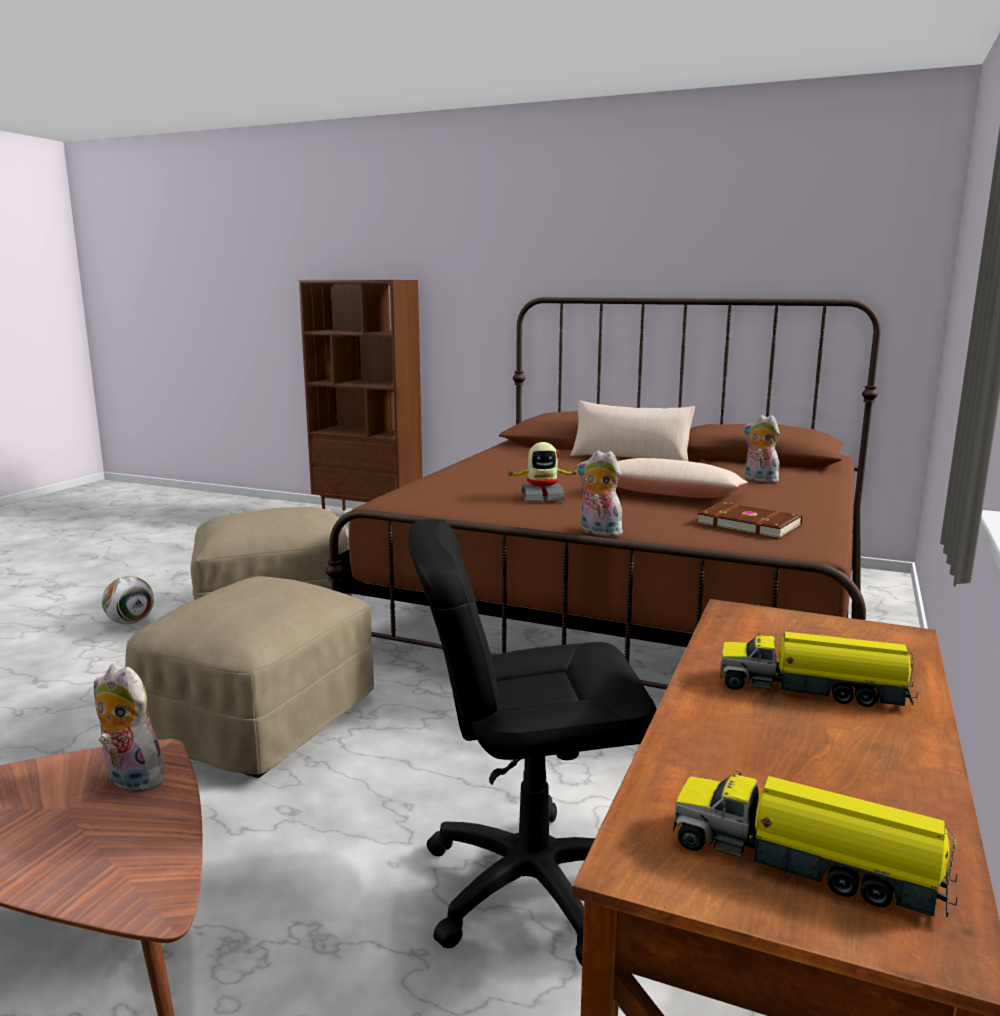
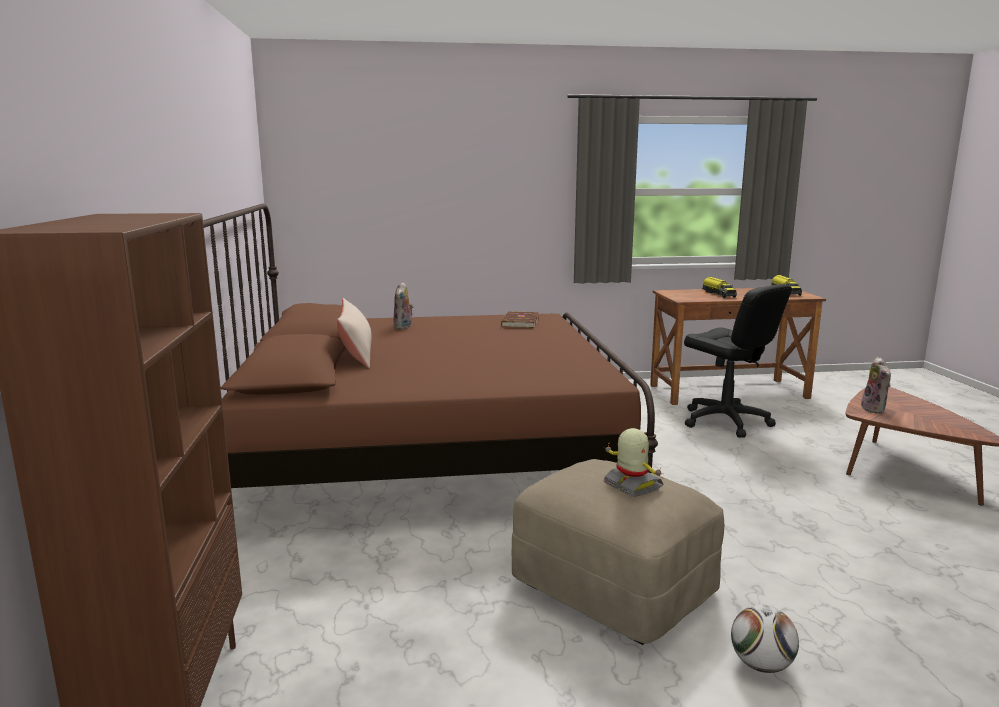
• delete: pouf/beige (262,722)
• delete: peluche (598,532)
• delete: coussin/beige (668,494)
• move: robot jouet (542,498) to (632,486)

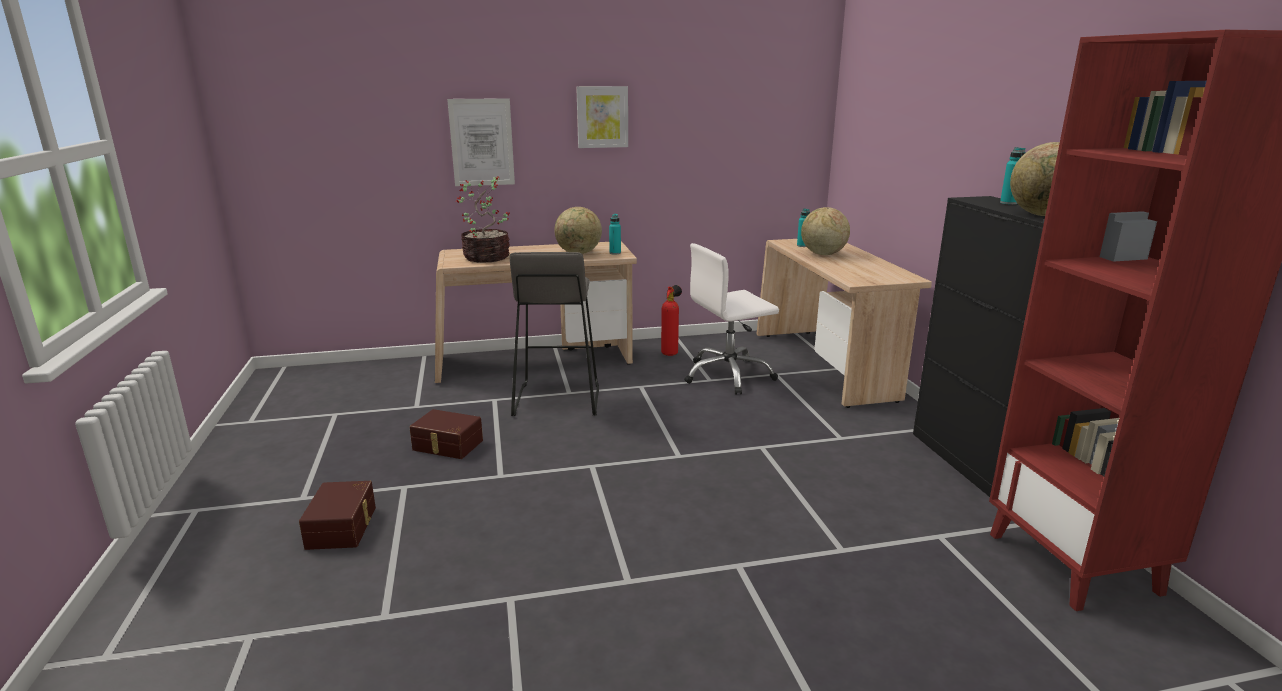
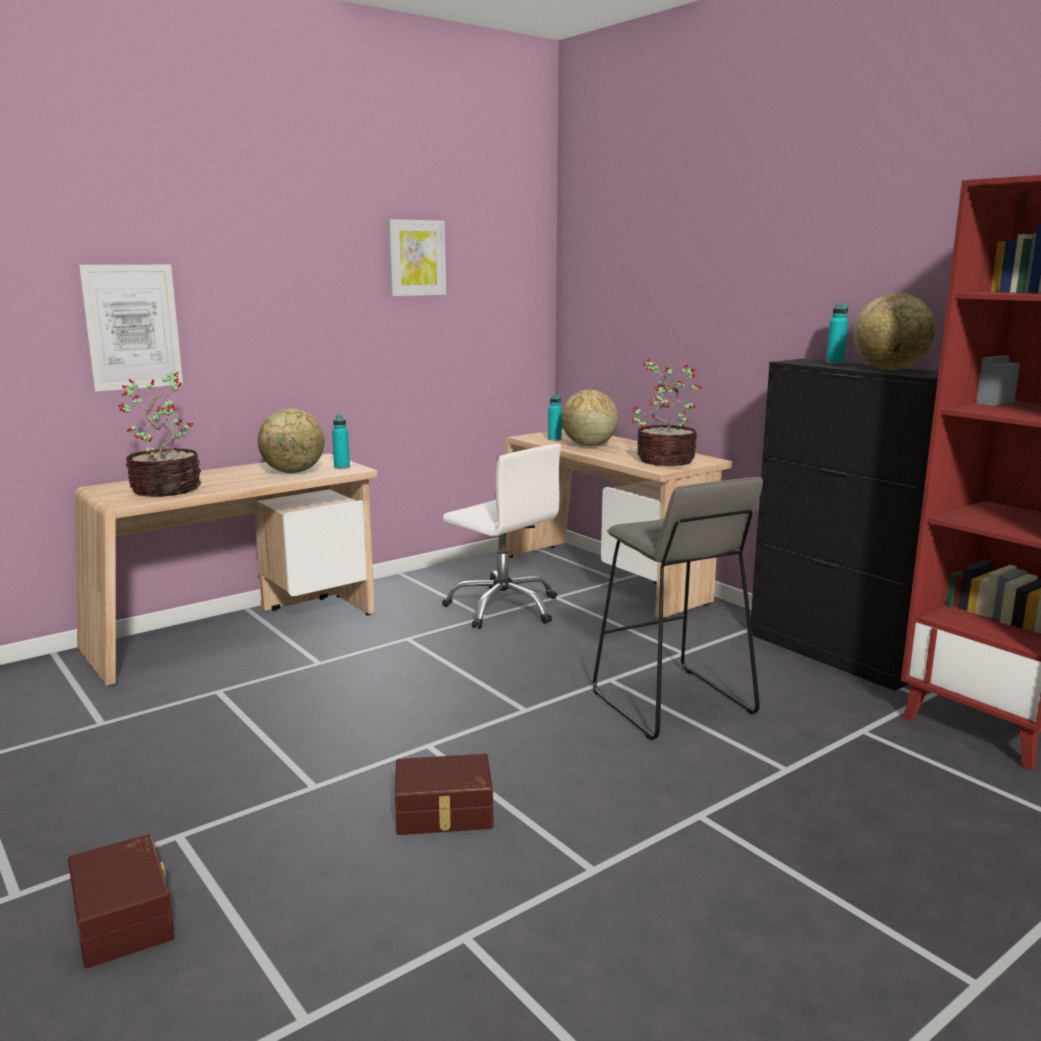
• delete: extincteur (670,353)
• insert: plante en pot (663,461)
• move: boîte de rangement/marron (447,446) to (444,813)
• move: tabouret/gris (556,400) to (671,703)
• move: tableau (602,117) to (416,258)
• rotate: chaise de bureau/blanc (728,375) = (503,608) 90 degrees counterclockwise

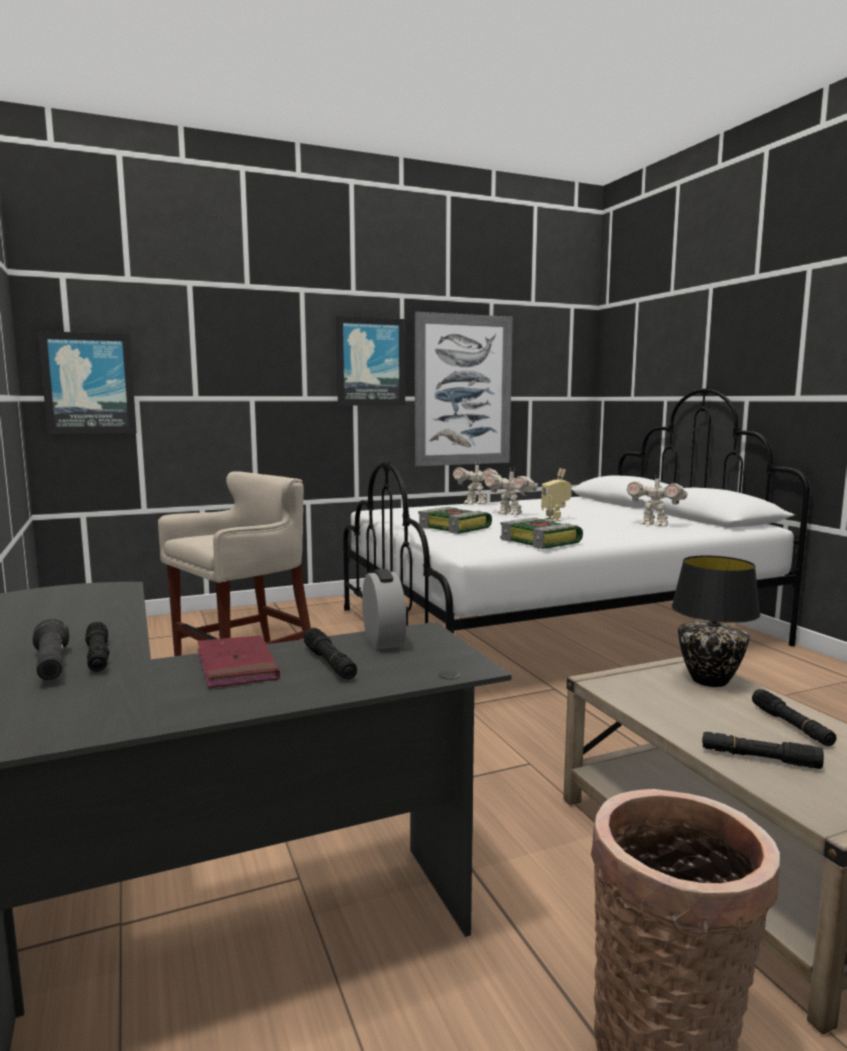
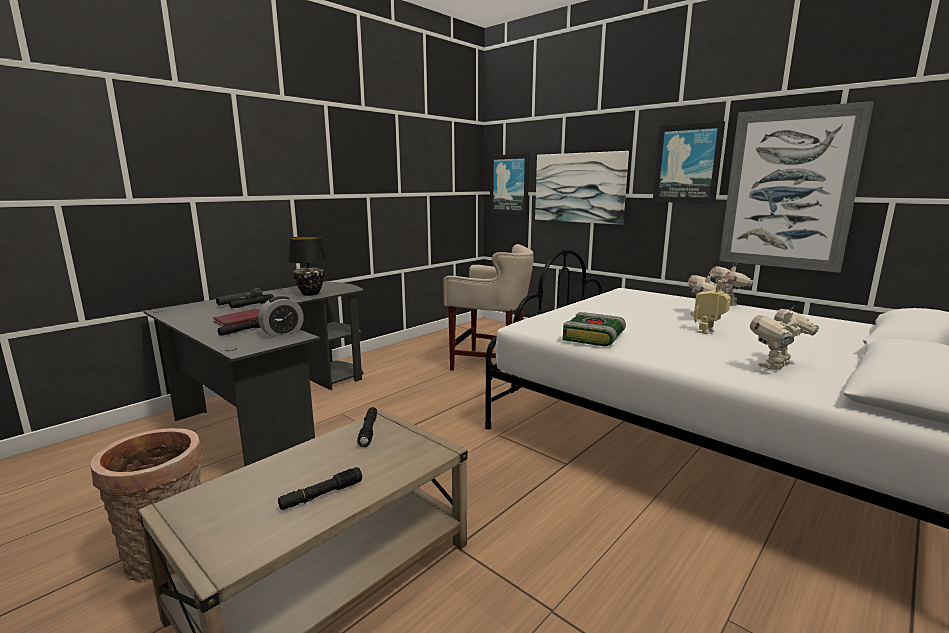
• delete: livre (455,528)
• insert: tableau (579,188)
• move: lampe de table/noir (710,680) to (310,294)
• move: lampe de poche/noir (759,758) to (368,431)
• rotate: robot jouet (654,525) = (776,367) 45 degrees clockwise

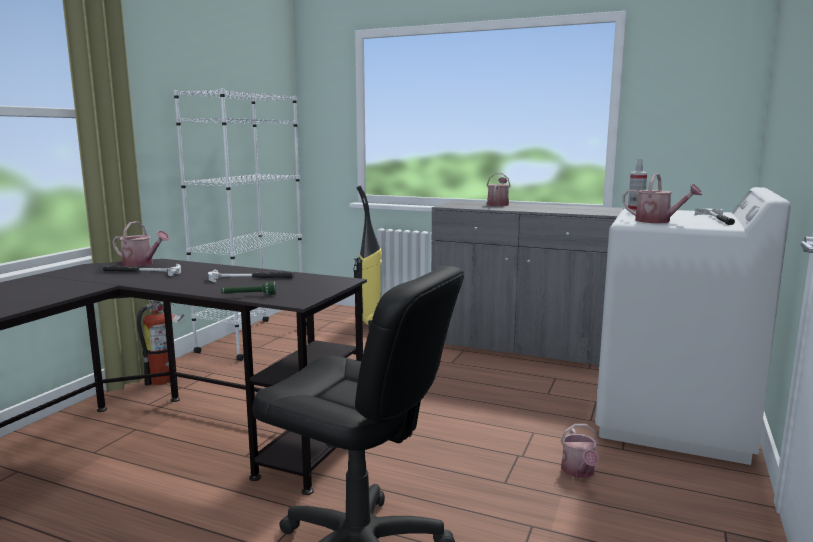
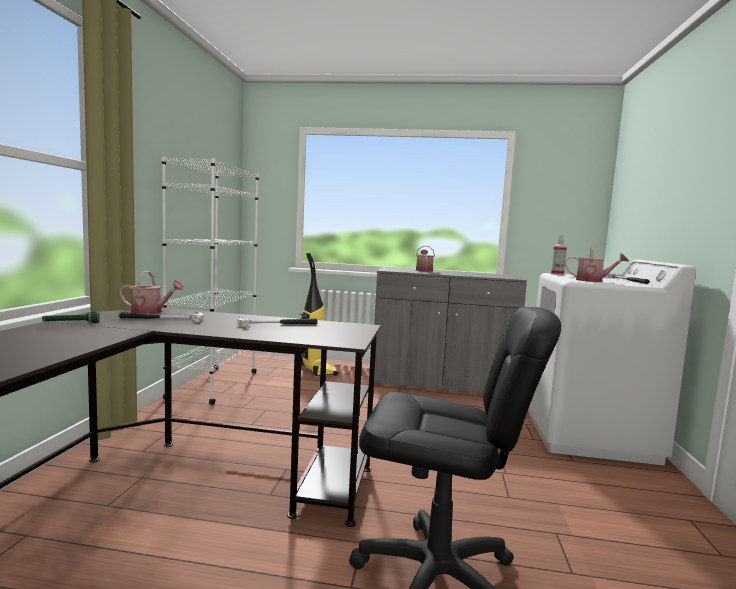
• delete: extincteur (166,379)
• delete: arrosoir (579,472)
• move: lampe de poche/vert (249,295) to (71,323)

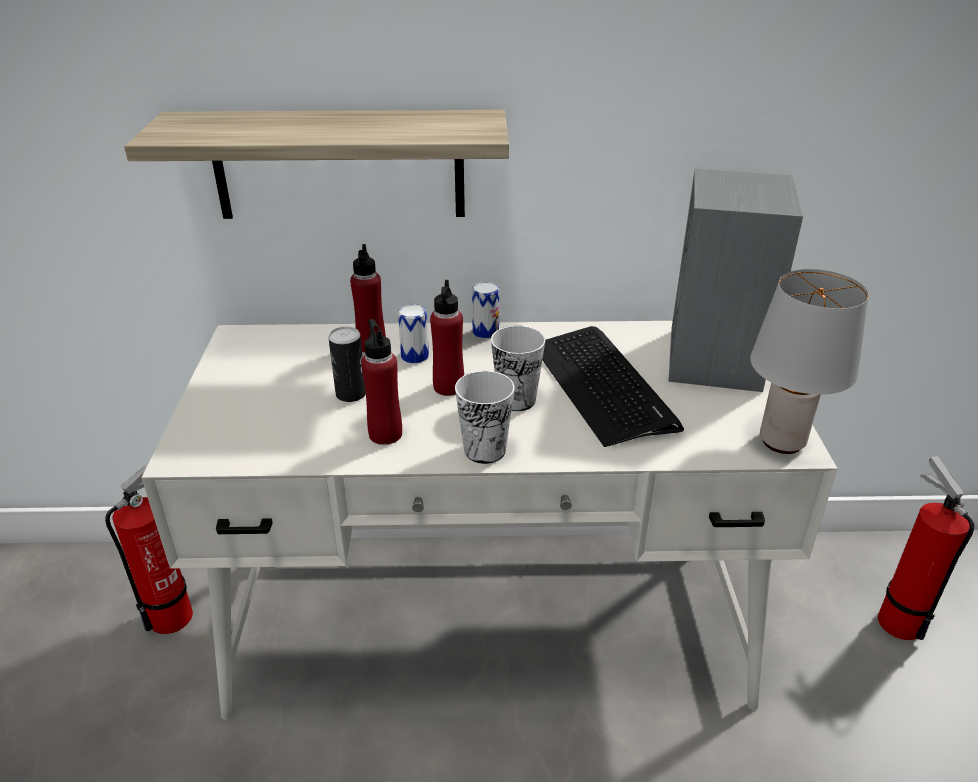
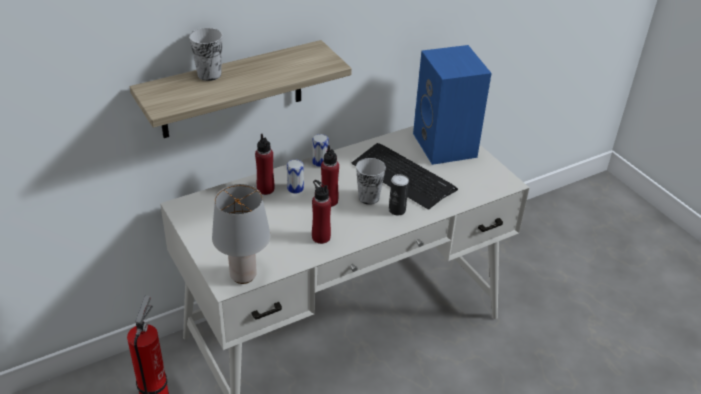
• delete: extincteur (896,618)
• move: boîte métallique (351,394) to (397,210)
• move: tasse (485,450) to (209,74)
• move: lampe de table/gris (781,441) to (243,275)
• recolor: enceinte/gris (717,361) to enceinte/bleu (446,146)

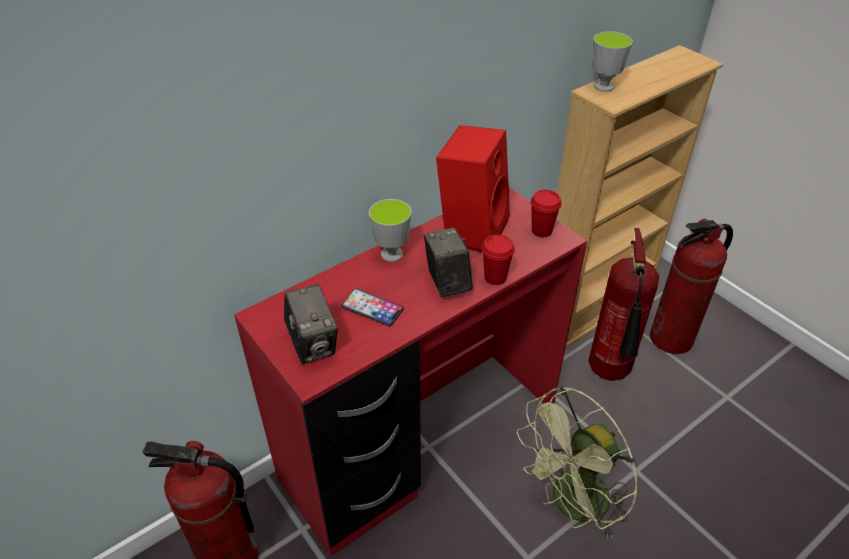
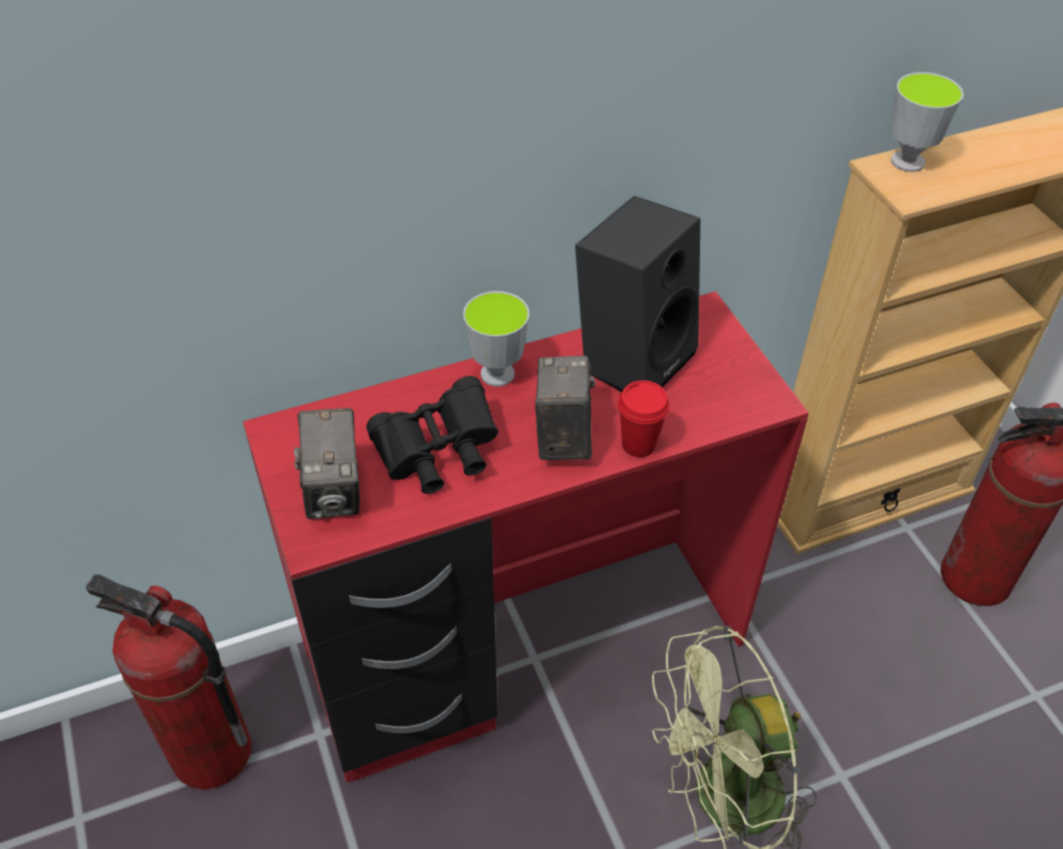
• delete: tasse/rouge (541,231)
• delete: extincteur (610,374)
• replace: téléphone (372,308) to jumelles/noir (437,454)
• recolor: enceinte/rouge (471,229) to enceinte/noir (632,357)

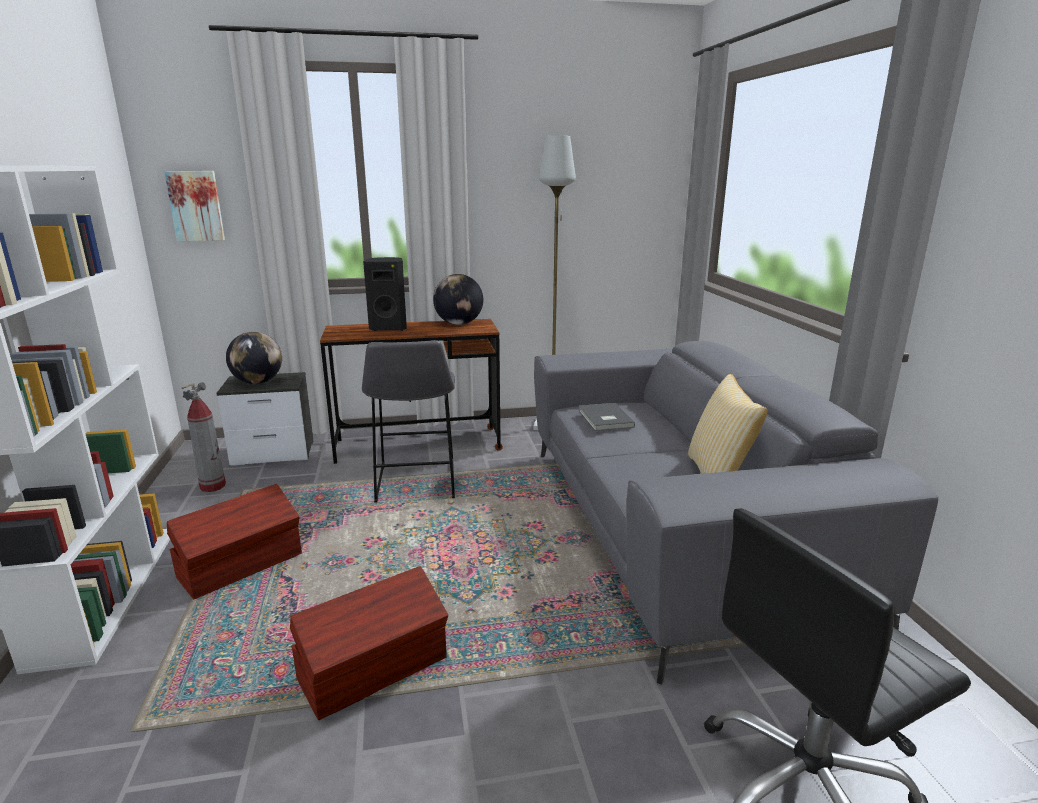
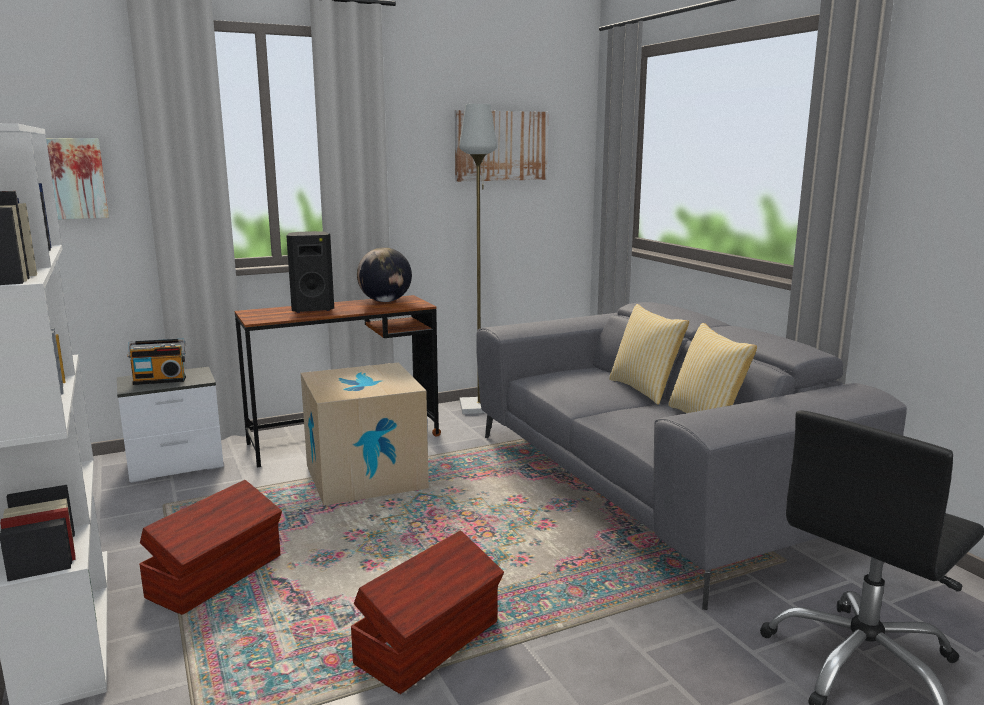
• delete: extincteur (213,486)
• delete: livre/gris (604,419)
• insert: tableau (501,146)
• insert: coussin (645,390)
• replace: globe (258,382) to radio (160,380)
• replace: tabouret/gris (415,484) to carton (365,477)

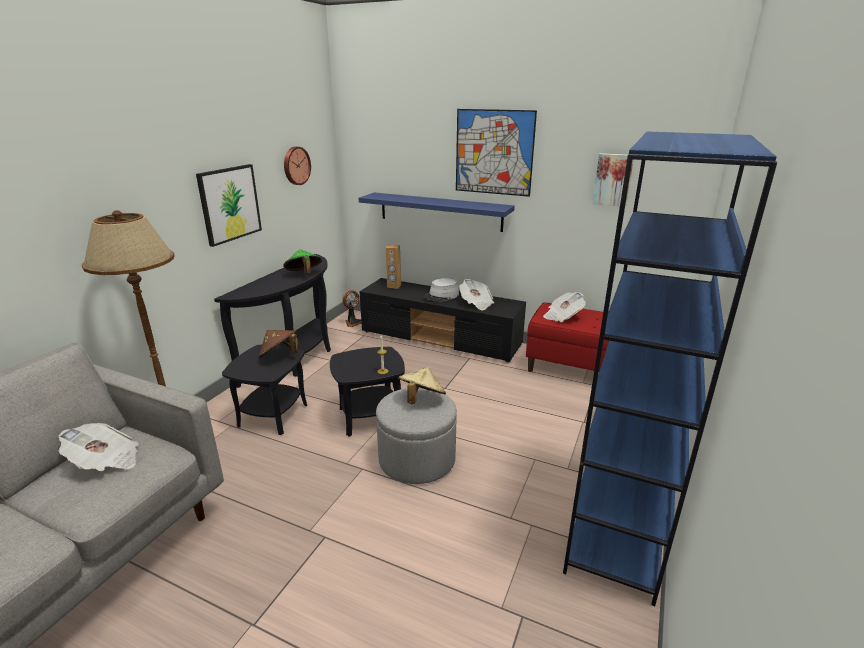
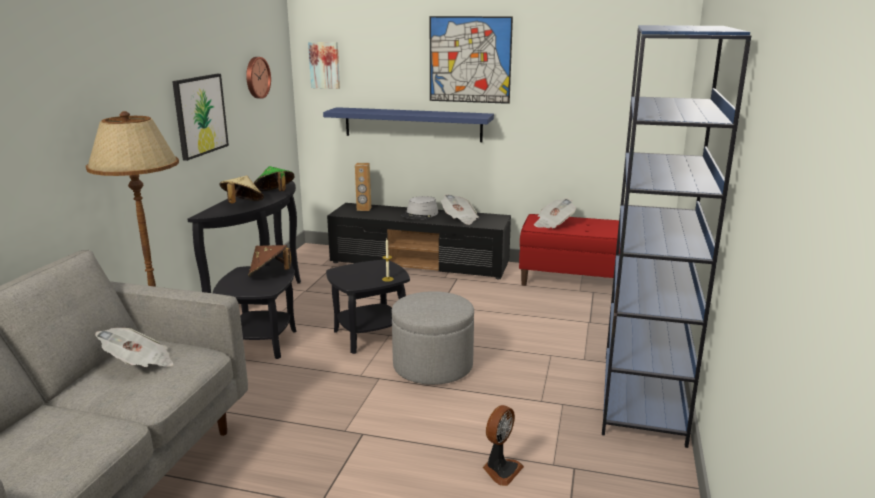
• move: ventilateur (353,322) to (500,470)
• move: chapeau/beige (421,399) to (242,204)
• move: tableau (613,179) to (325,65)

